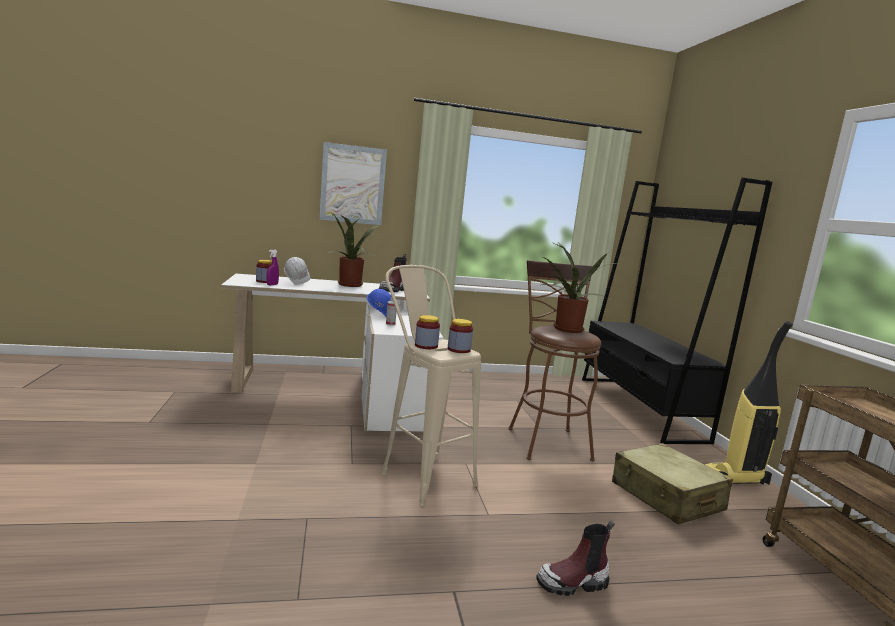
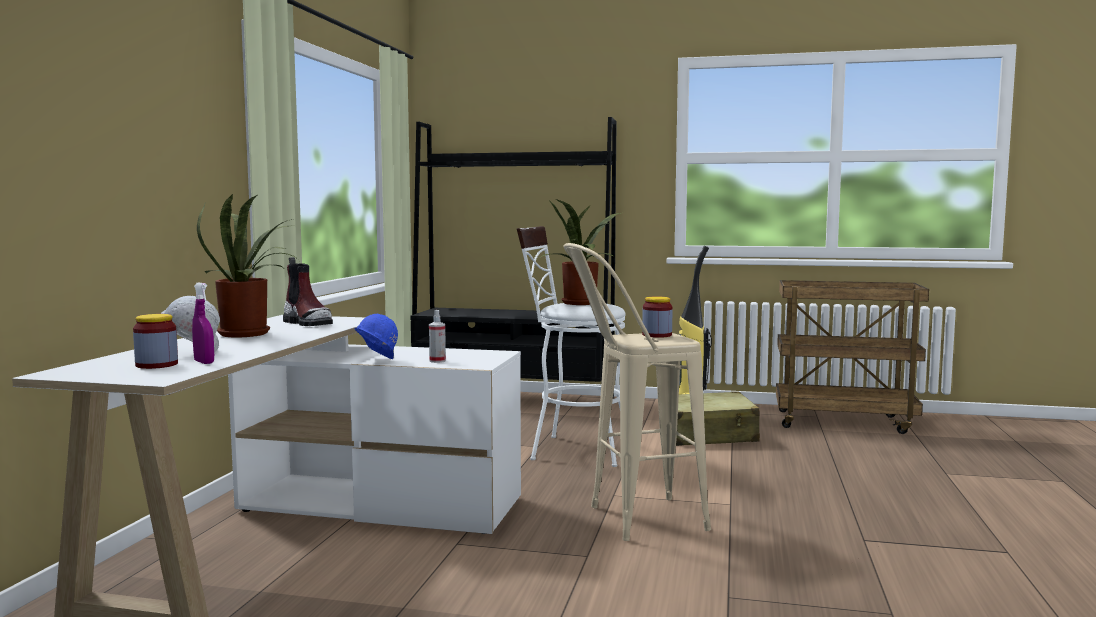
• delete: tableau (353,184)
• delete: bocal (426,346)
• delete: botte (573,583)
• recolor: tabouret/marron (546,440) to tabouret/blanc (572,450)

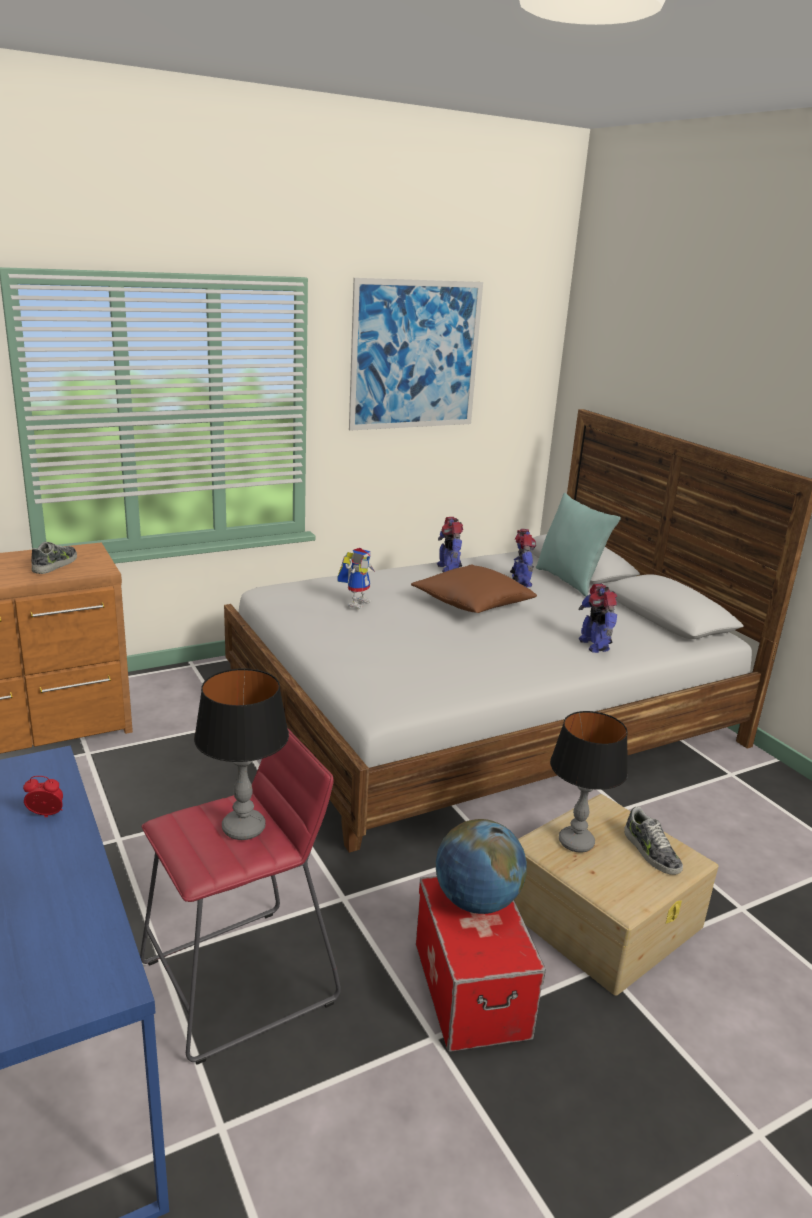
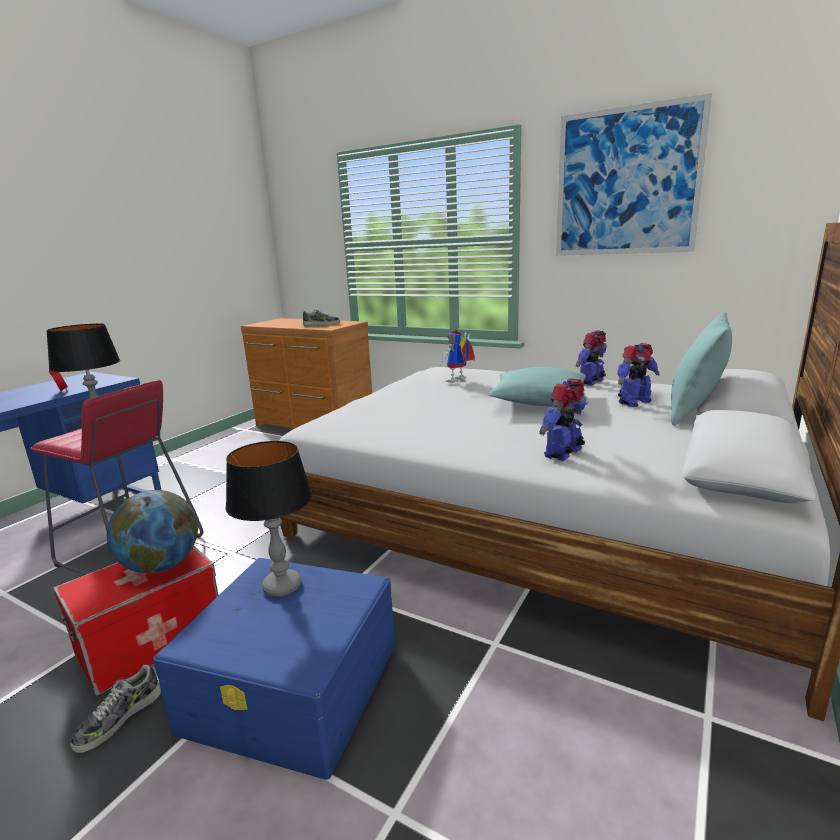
• move: chaussure (650,852) to (119,718)
• recolor: coussin/marron (472,604) to coussin/turquoise (539,402)
• recolor: boîte de rangement/beige (603,915) to boîte de rangement/bleu (294,686)
• rotate: robot jouet (357,602) = (457,381) 135 degrees clockwise

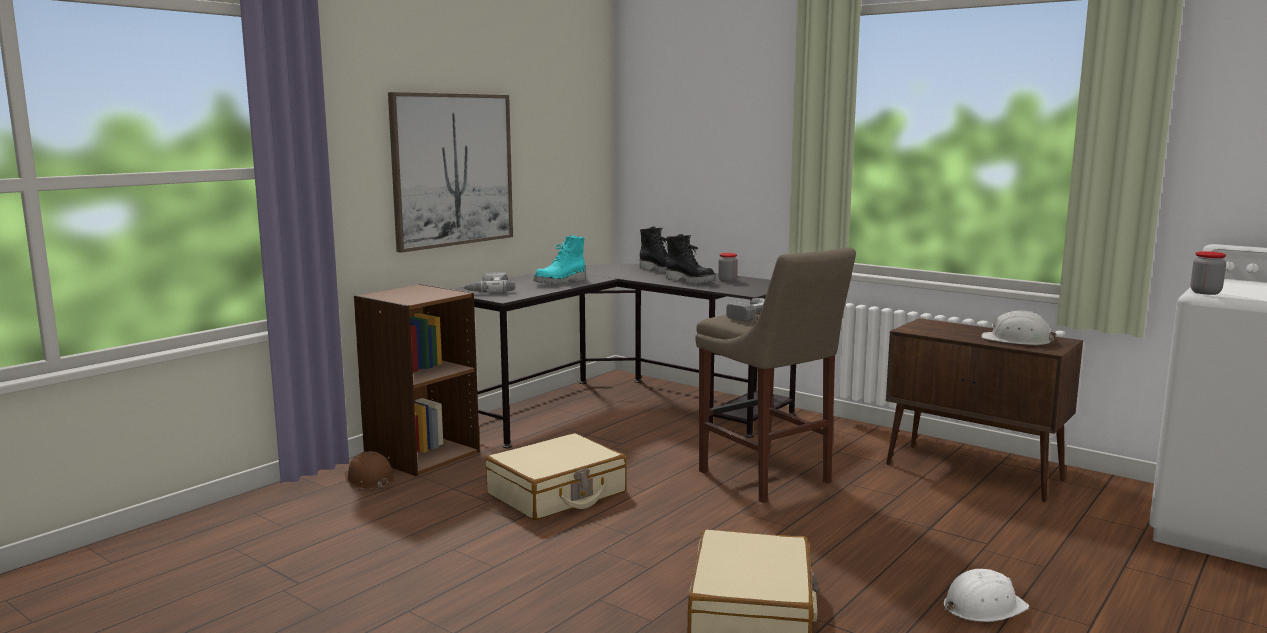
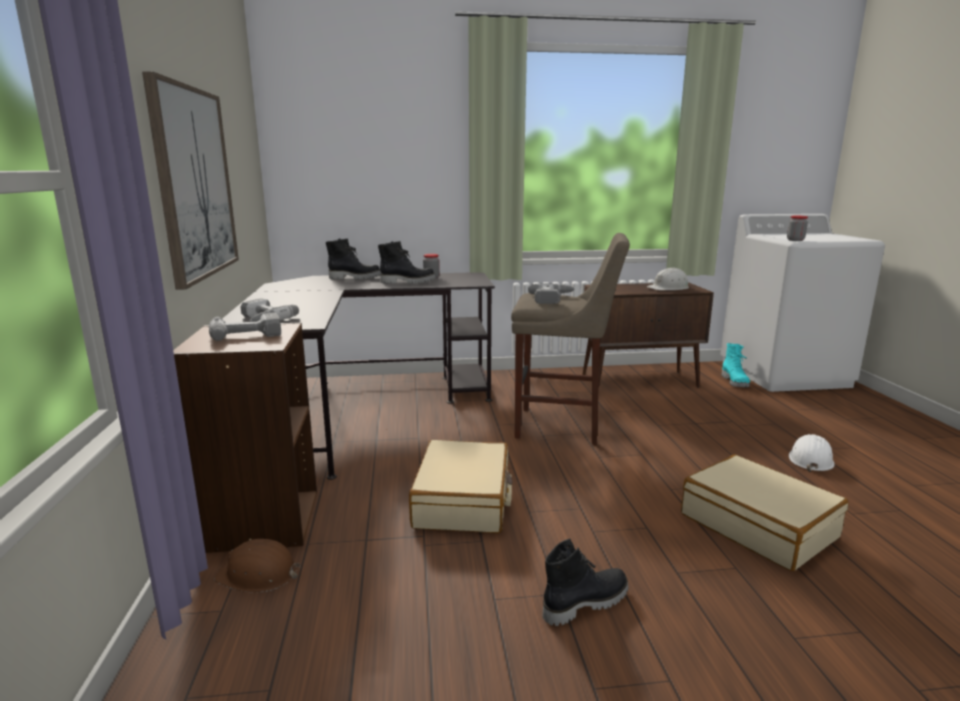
• insert: perceuse (245,333)
• insert: botte/noir (584,603)
• move: botte/turquoise (561,282) to (735,382)

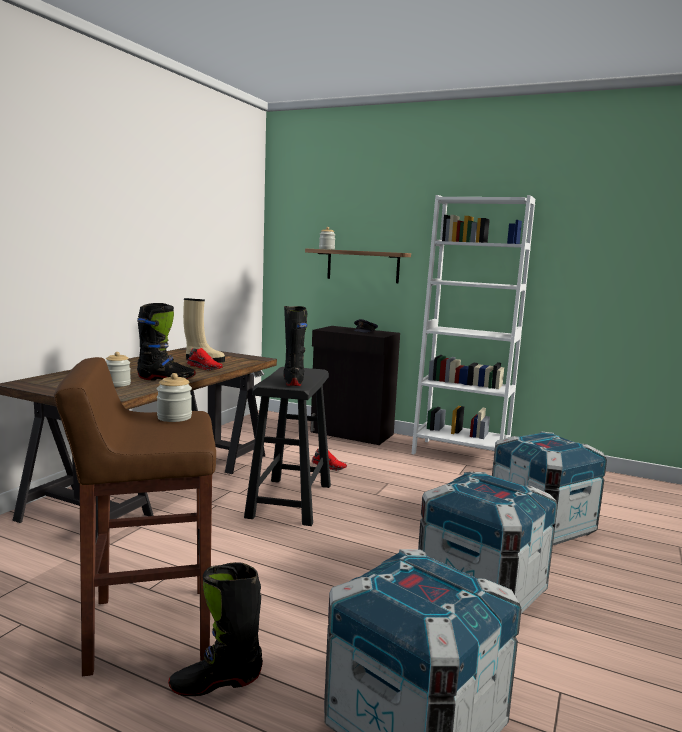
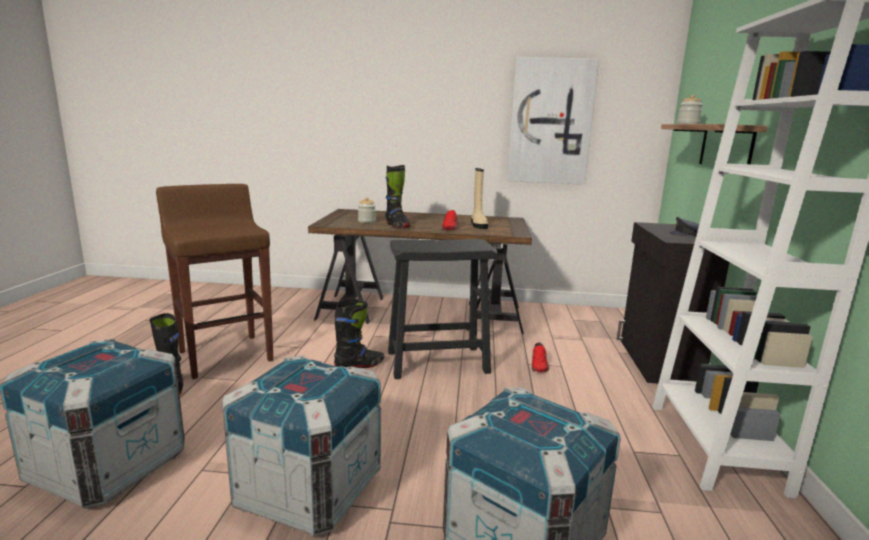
• delete: bocal (174,417)
• insert: tableau (550,122)
• move: botte/noir (293,381) to (359,365)

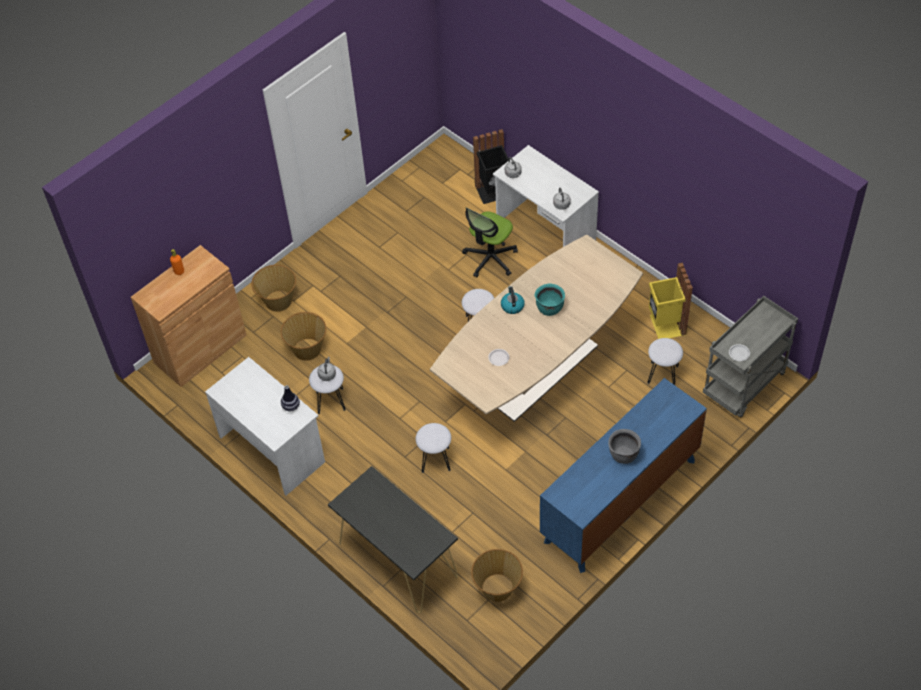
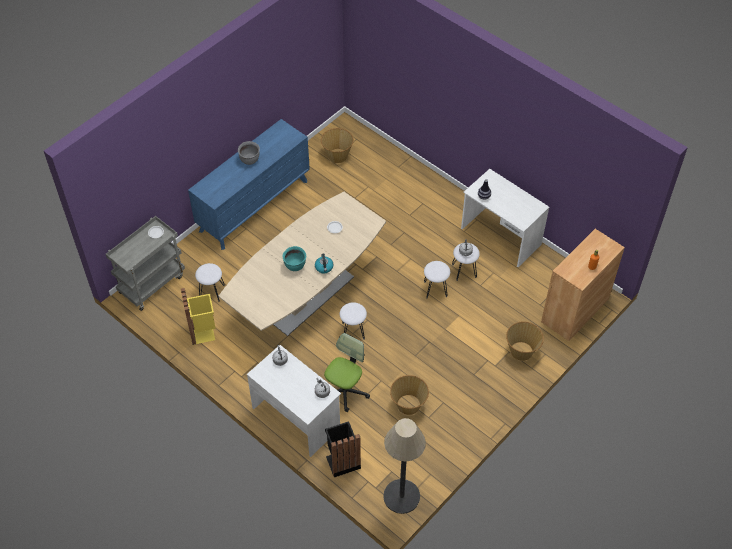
• delete: table console/noir (397,559)
• insert: lampadaire (401,496)
• move: panier (307,349) to (408,405)
• move: tabouret/blanc (435,459) to (435,289)

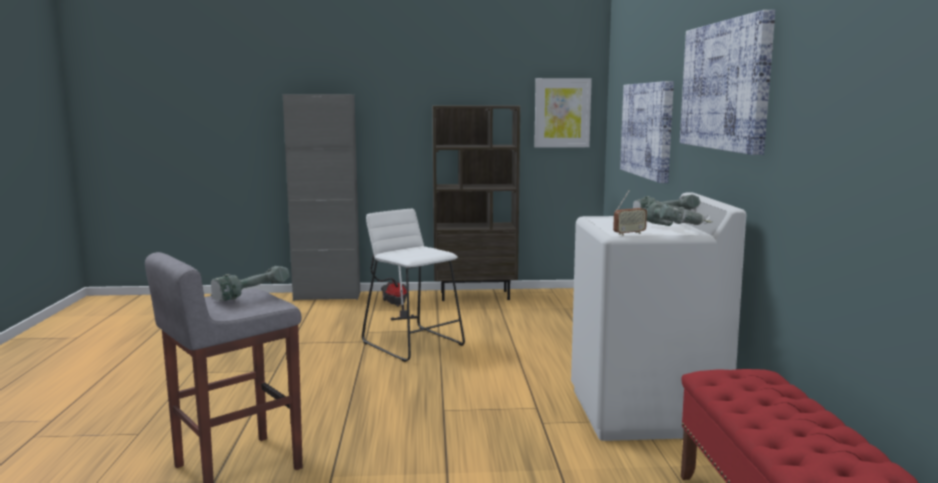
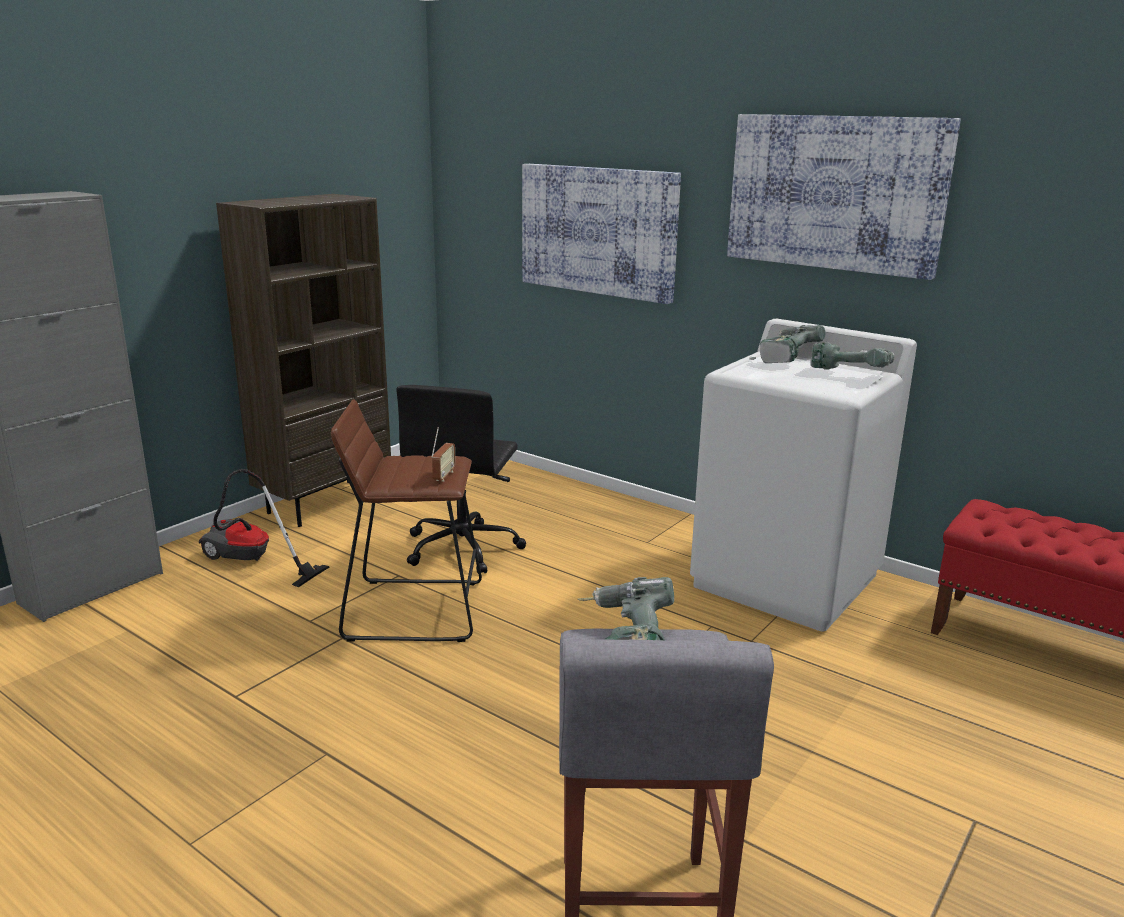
• delete: tableau (562,113)
• insert: chaise de bureau/noir (463,548)
• move: radio (629,234) to (444,476)
• recolor: tabouret/blanc (414,344) to tabouret/marron (414,609)

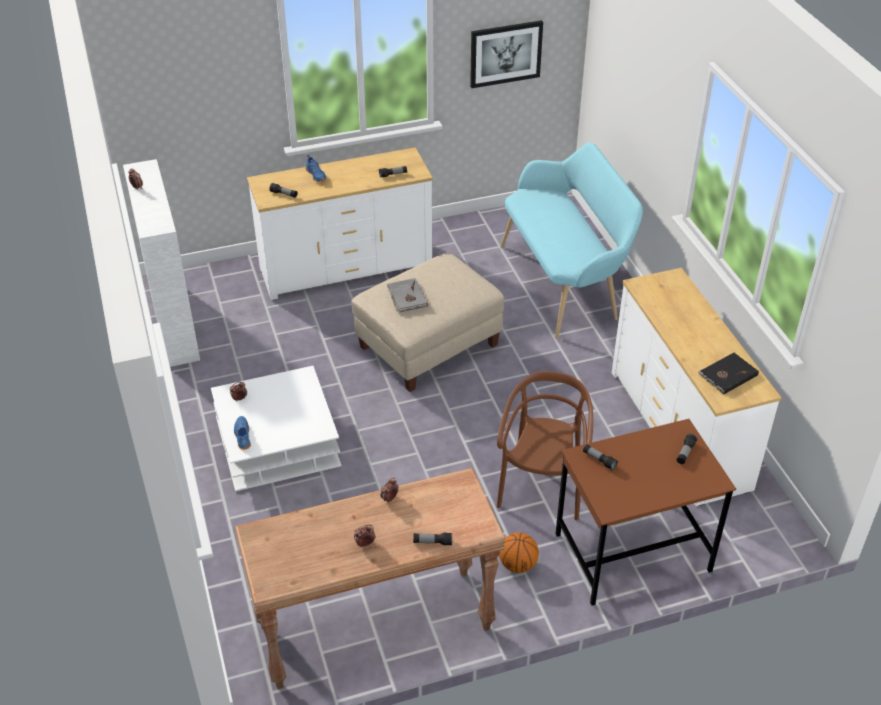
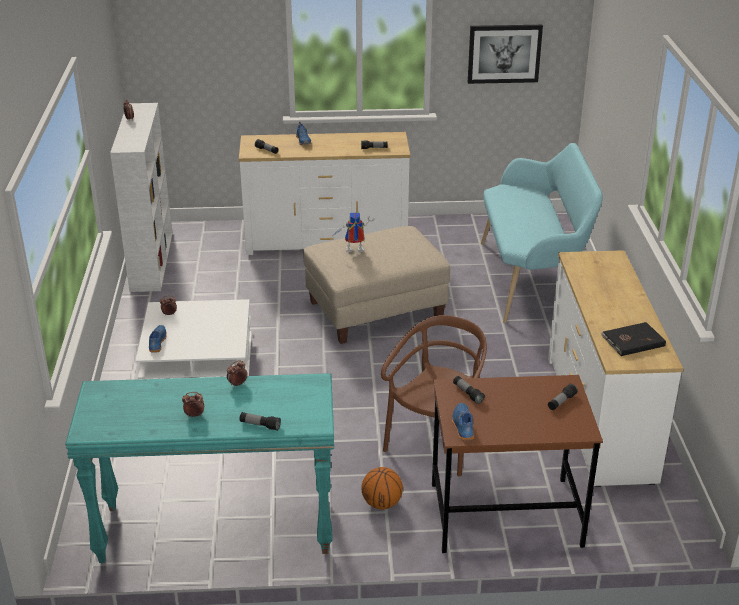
• insert: chaussure/bleu (462,426)
• replace: livre/gris (407,297) to robot jouet (353,251)
• recolor: table console/marron (375,629) to table console/turquoise (215,531)

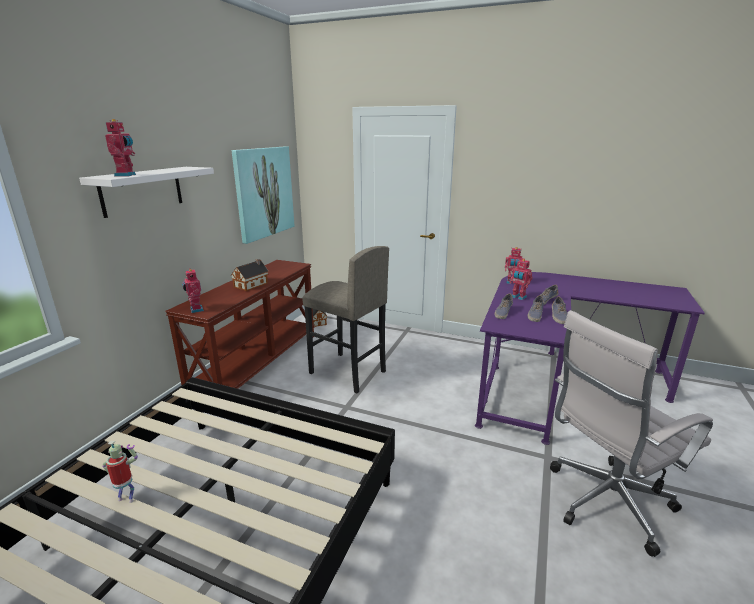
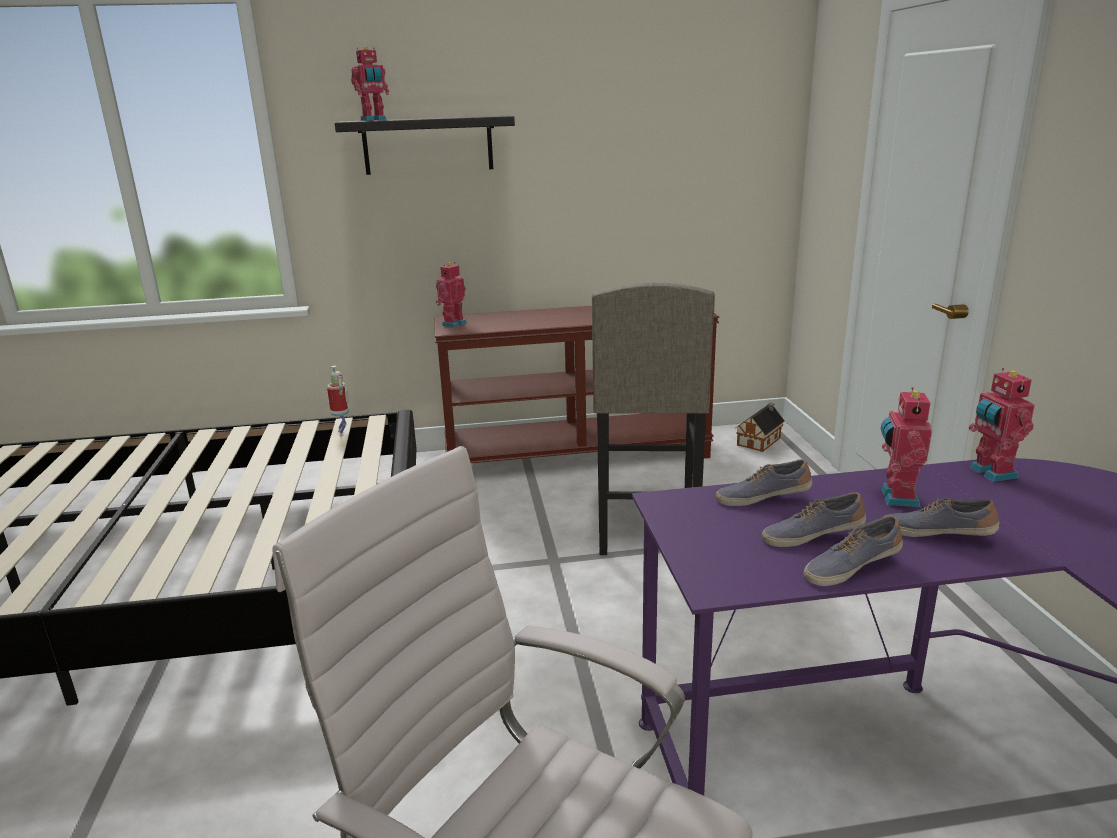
• delete: maison miniature (252,285)
• delete: tableau (263,192)
• move: robot jouet (128,498) to (343,433)
• recolor: étagère/blanc (142,190) to étagère/noir (428,145)

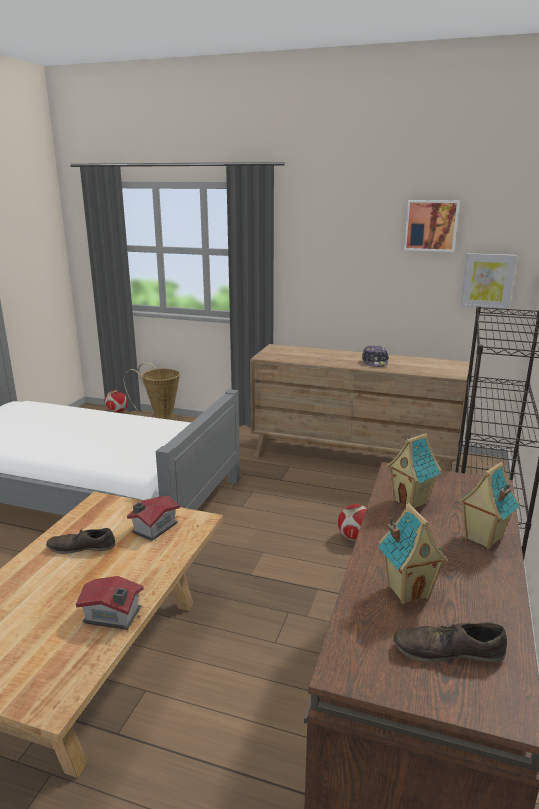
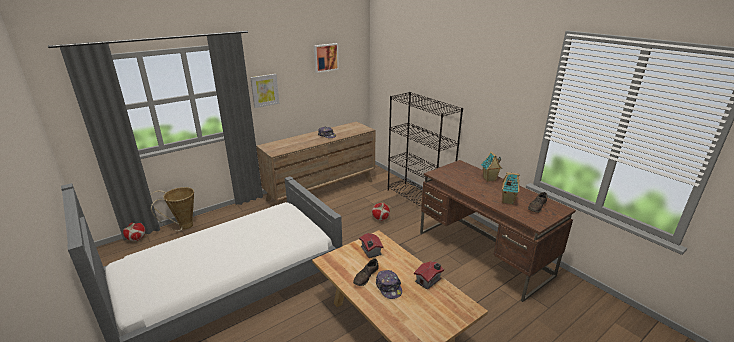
• delete: maison miniature (411,501)
• insert: casquette (388,287)
• move: tableau (487,281) to (264,90)

